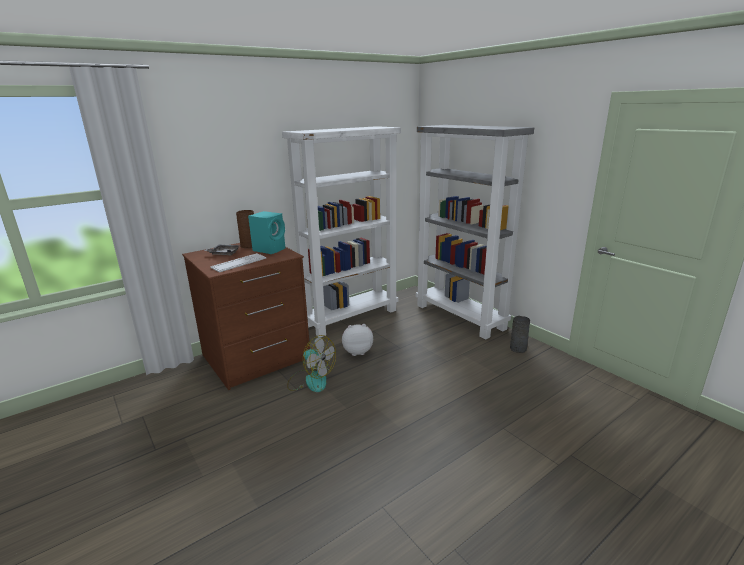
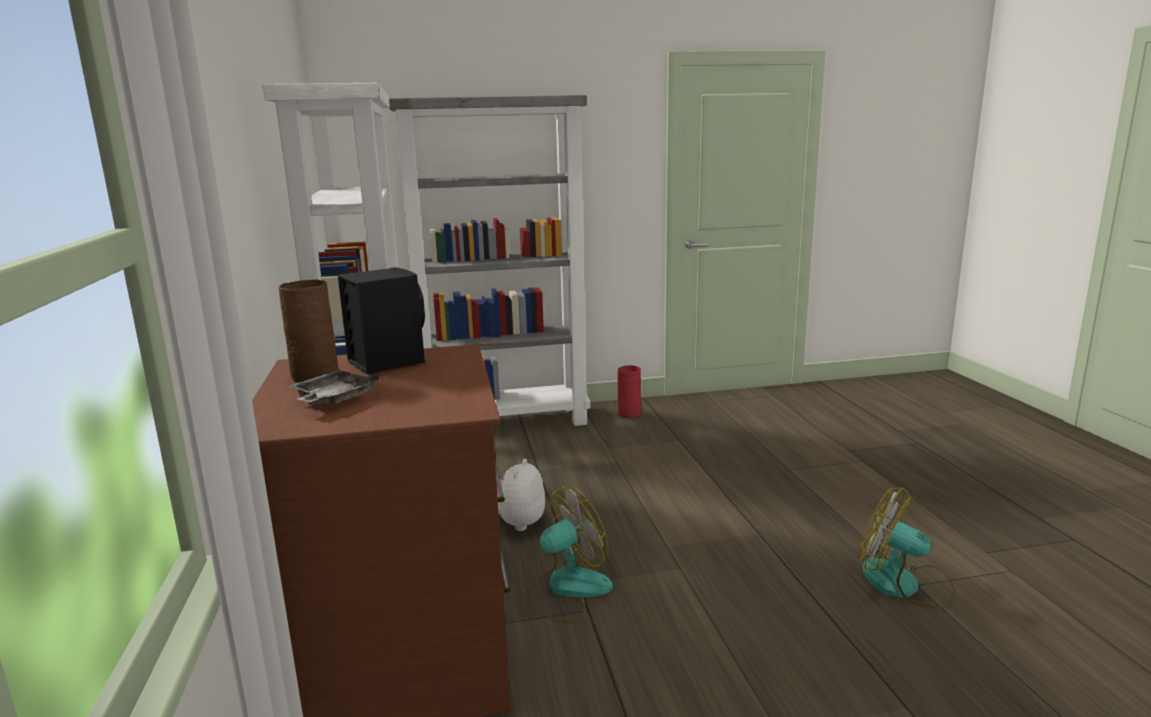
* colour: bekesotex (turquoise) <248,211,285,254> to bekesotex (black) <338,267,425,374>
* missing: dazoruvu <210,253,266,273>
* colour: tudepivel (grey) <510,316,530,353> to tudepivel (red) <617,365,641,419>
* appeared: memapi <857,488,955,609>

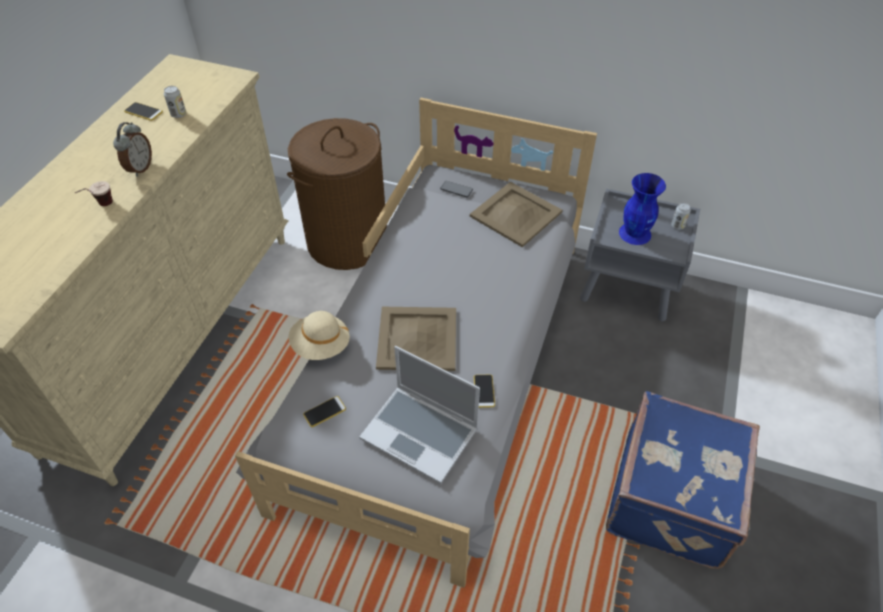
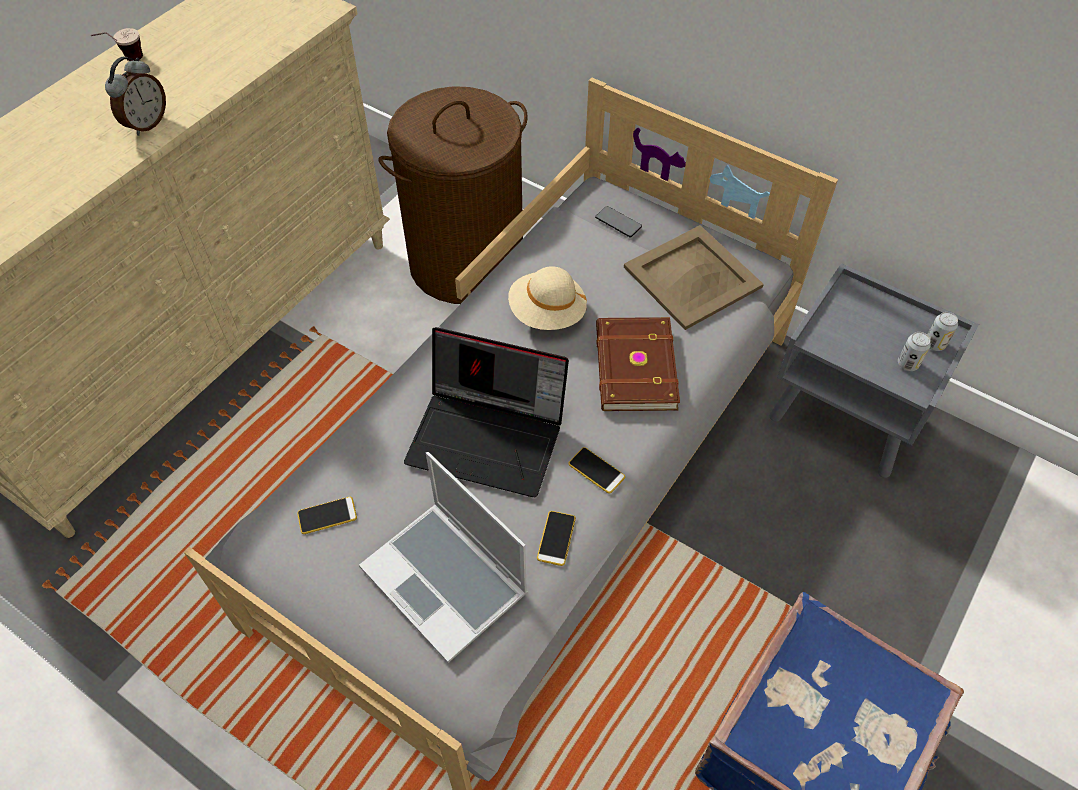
* relocated: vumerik <164,86,186,118> to <898,332,931,371>
* relocated: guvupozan <124,102,163,121> to <568,447,625,494>
* missing: tudepivel (blue) <619,173,666,245>
* relocated: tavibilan <75,181,113,206> to <91,28,143,61>
* exchanged: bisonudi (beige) <376,307,456,371> to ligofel <404,327,569,497>
* relocated: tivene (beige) <289,311,350,360> to <508,266,587,330>
* appeared: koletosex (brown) <596,317,680,411>

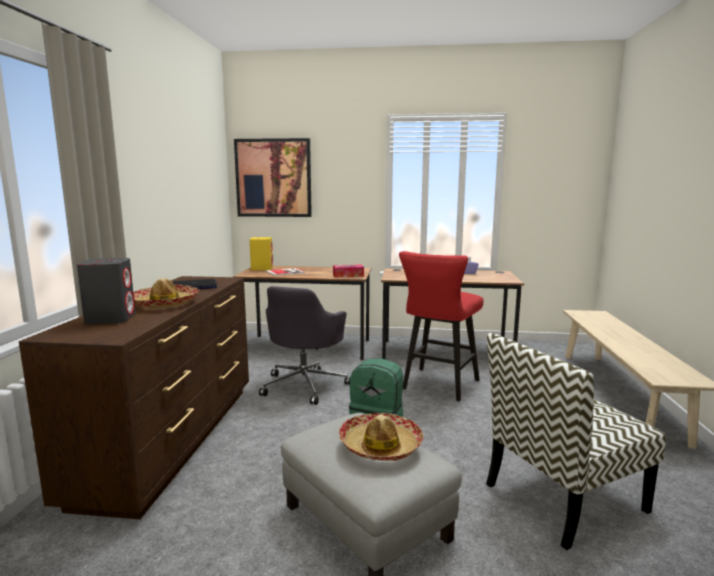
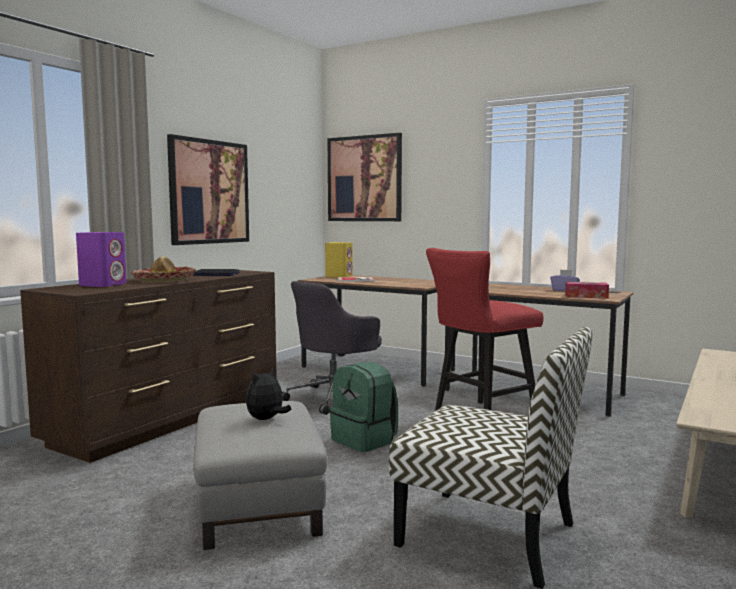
* colour: bekesotex (grey) <77,258,136,324> to bekesotex (purple) <76,232,127,287>
* relocated: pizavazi <333,264,364,278> to <565,282,609,299>
* spun: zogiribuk <486,333,666,550> = <389,327,593,589> 150 degrees counterclockwise
* exchanged: tivene <339,413,423,461> to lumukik <246,367,291,420>
* appeared: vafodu <167,134,249,245>

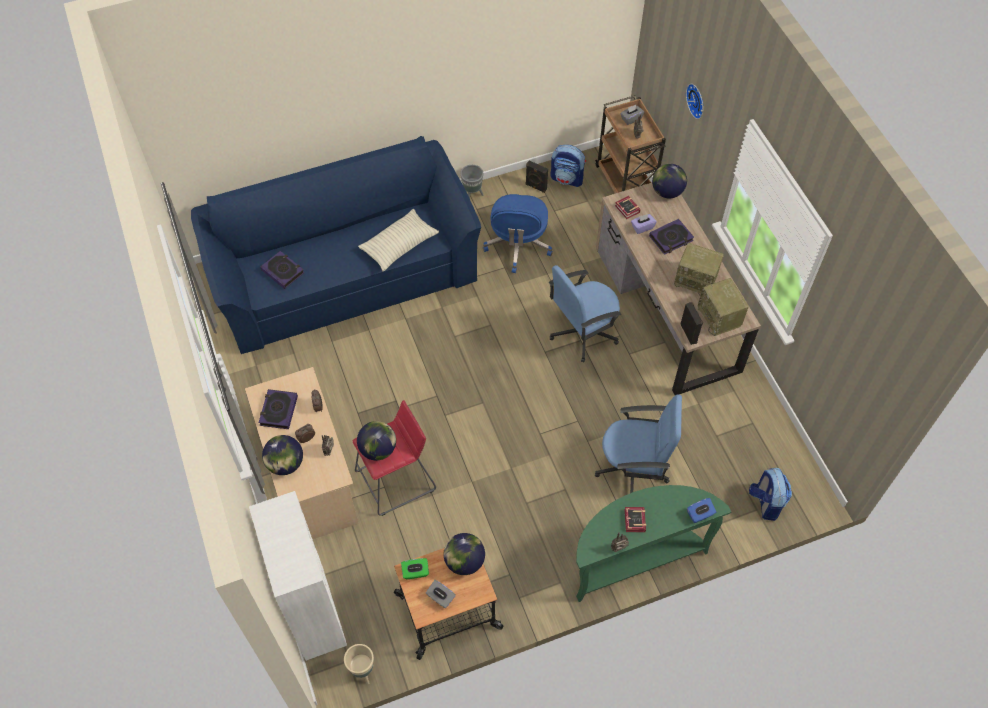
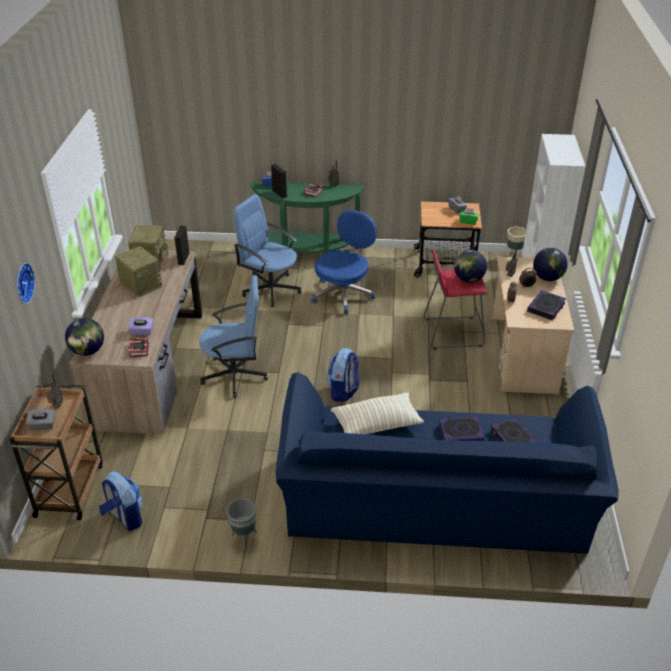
* relocated: bekesotex (black) <525,160,548,193> to <271,164,287,198>
* relocated: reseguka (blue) <483,194,553,273> to <312,210,377,314>
* relocated: koletosex <649,219,694,255> to <439,416,485,441>
* relocated: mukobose <749,468,792,521> to <327,348,359,402>
* missing: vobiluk <444,533,485,575>

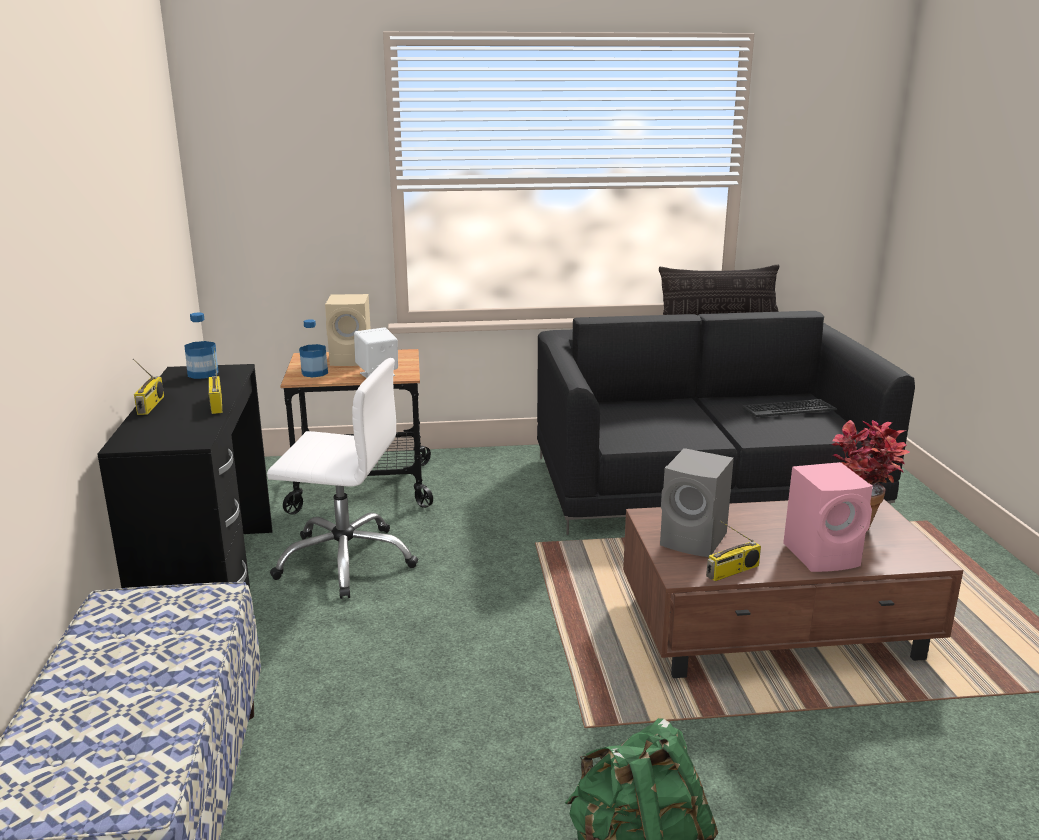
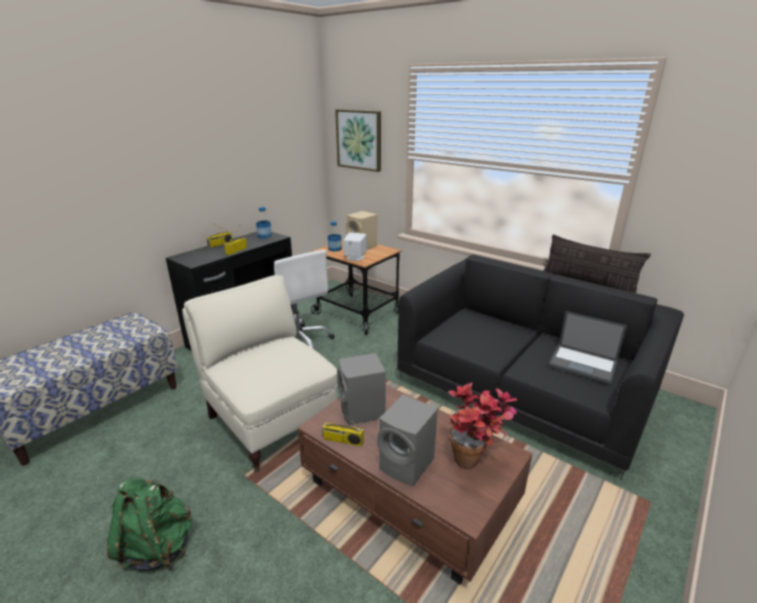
* exchanged: dazoruvu <742,399,837,417> to ligofel <548,311,627,384>
* colour: bekesotex (pink) <783,462,873,572> to bekesotex (grey) <377,395,438,486>
* appeared: vafodu <335,109,381,172>
* appeared: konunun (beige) <182,275,338,472>

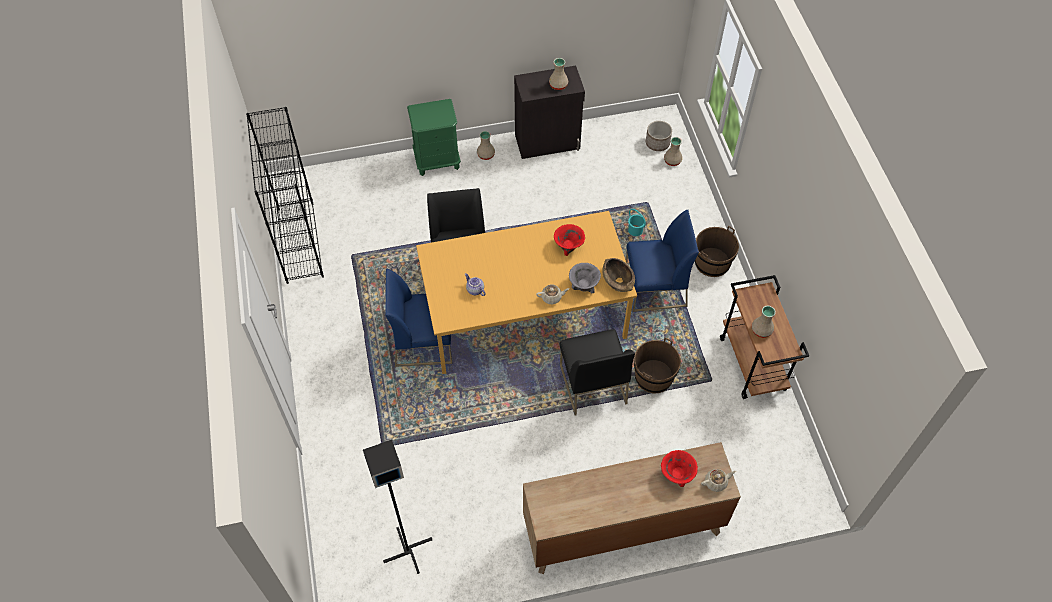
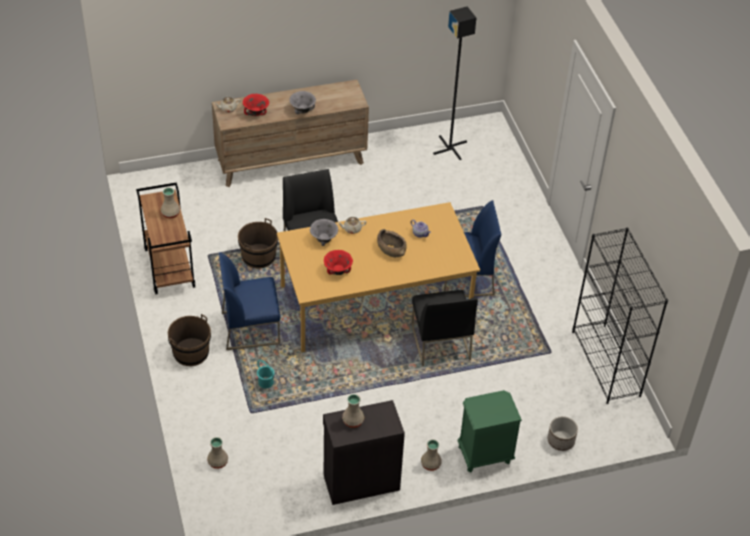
* relocated: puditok <646,121,672,151> to <548,416,578,451>
* relocated: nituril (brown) <602,258,635,292> to <377,229,407,257>
* appeared: nituril (grey) <289,91,316,114>

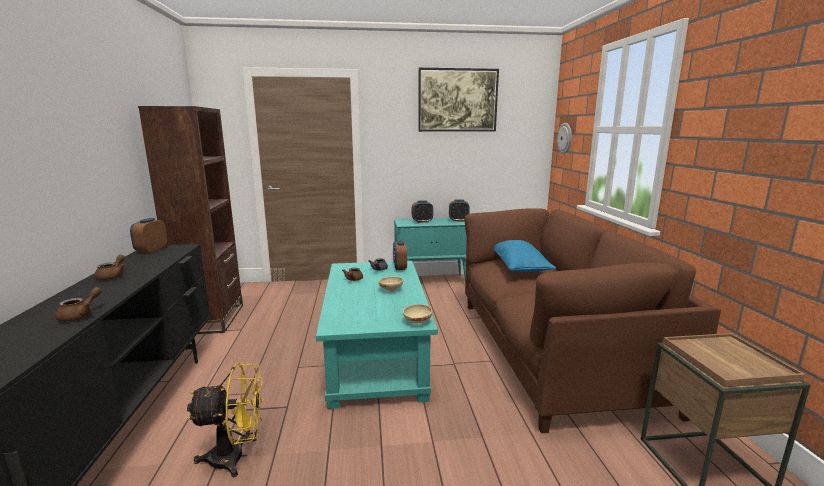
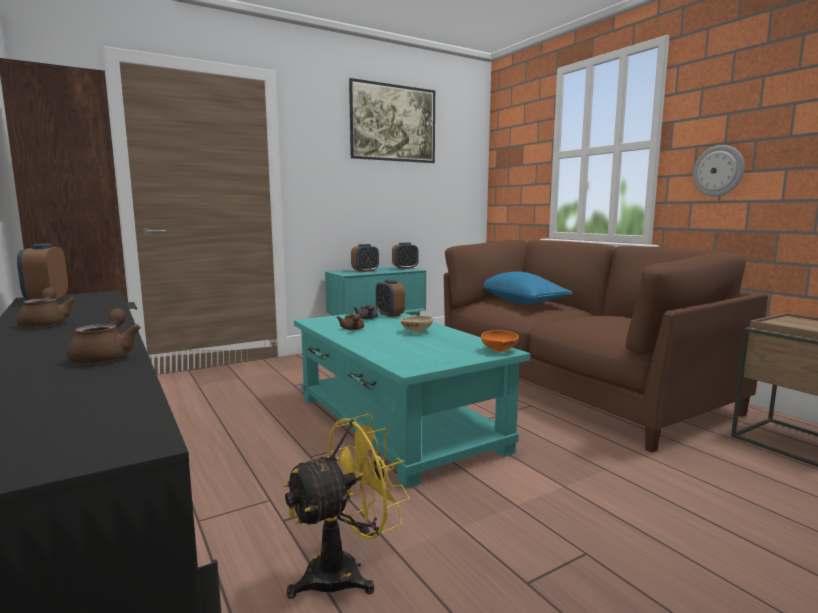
* relocated: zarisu <557,123,572,154> to <693,145,745,197>
* colour: nituril (beige) <403,304,432,324> to nituril (orange) <481,330,519,352>

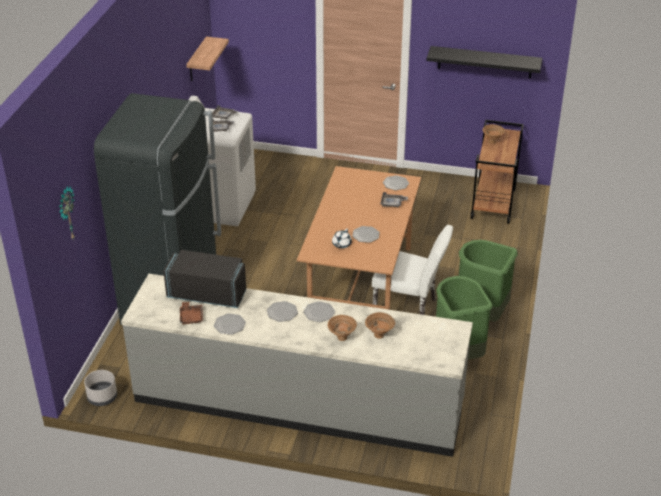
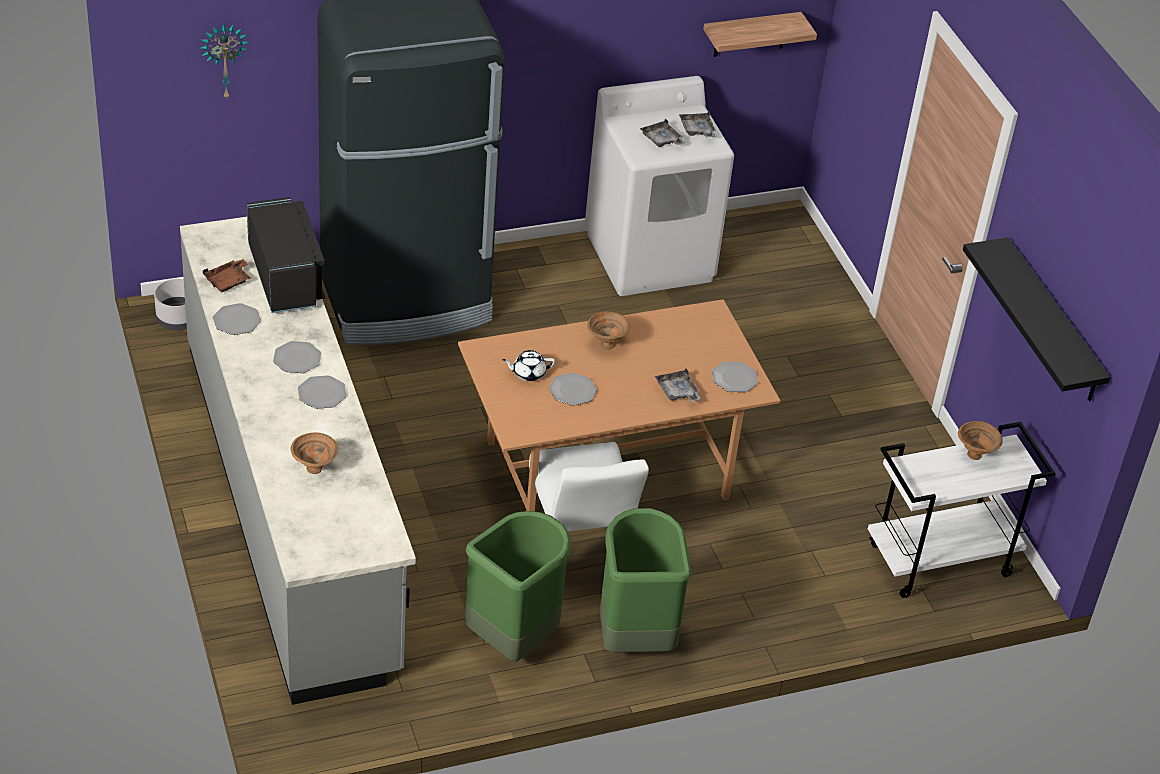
* colour: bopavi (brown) <471,120,524,224> to bopavi (white) <868,422,1056,598>
* relocated: nituril (brown) <328,315,357,341> to <587,312,630,350>

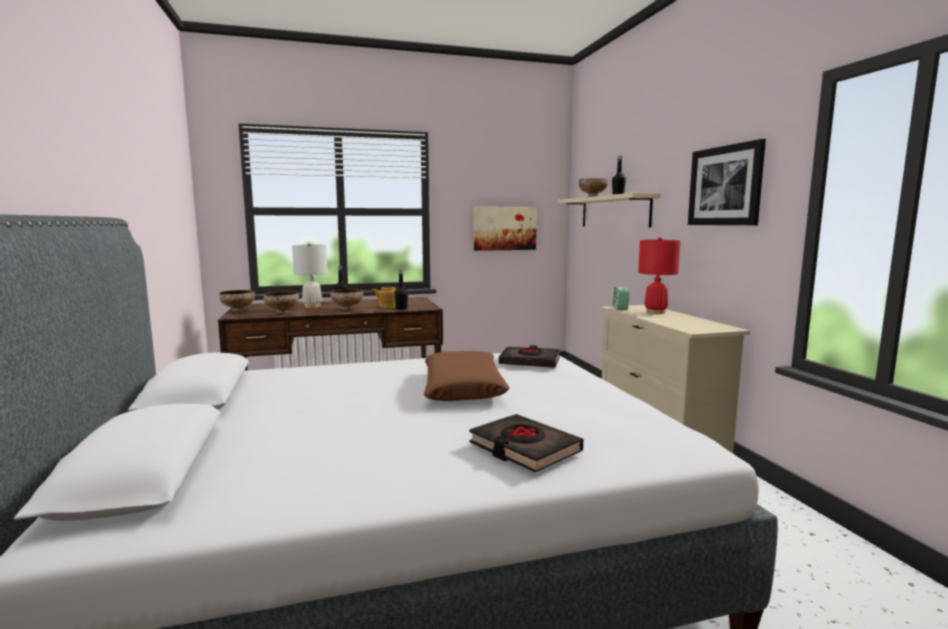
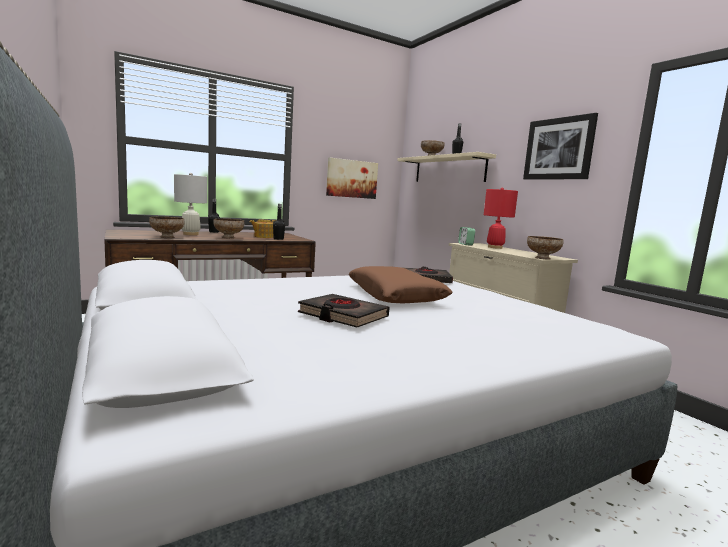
* relocated: nituril <219,290,255,313> to <527,236,564,259>
* relocated: koletosex (black) <469,414,583,472> to <298,294,390,327>

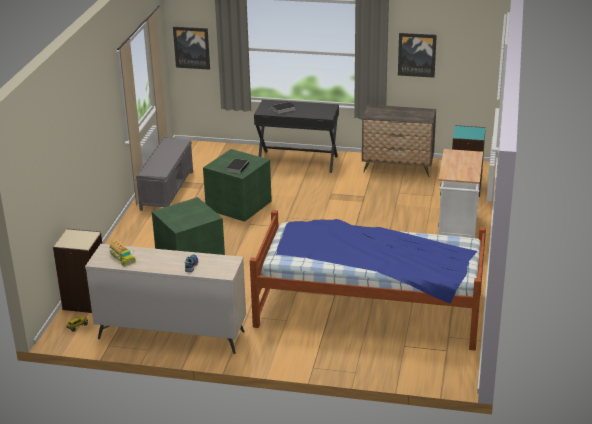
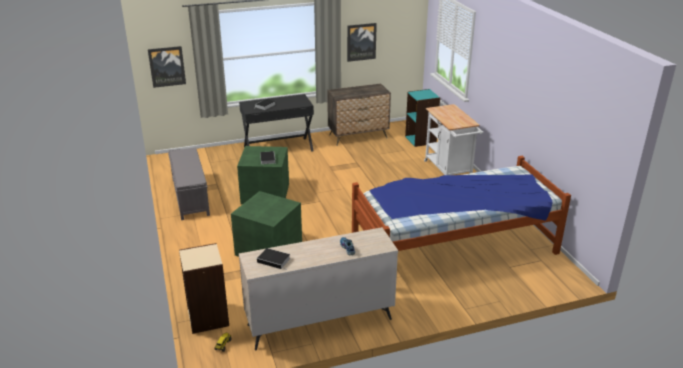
* exchanged: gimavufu <109,240,136,266> to koletosex <257,248,290,269>

